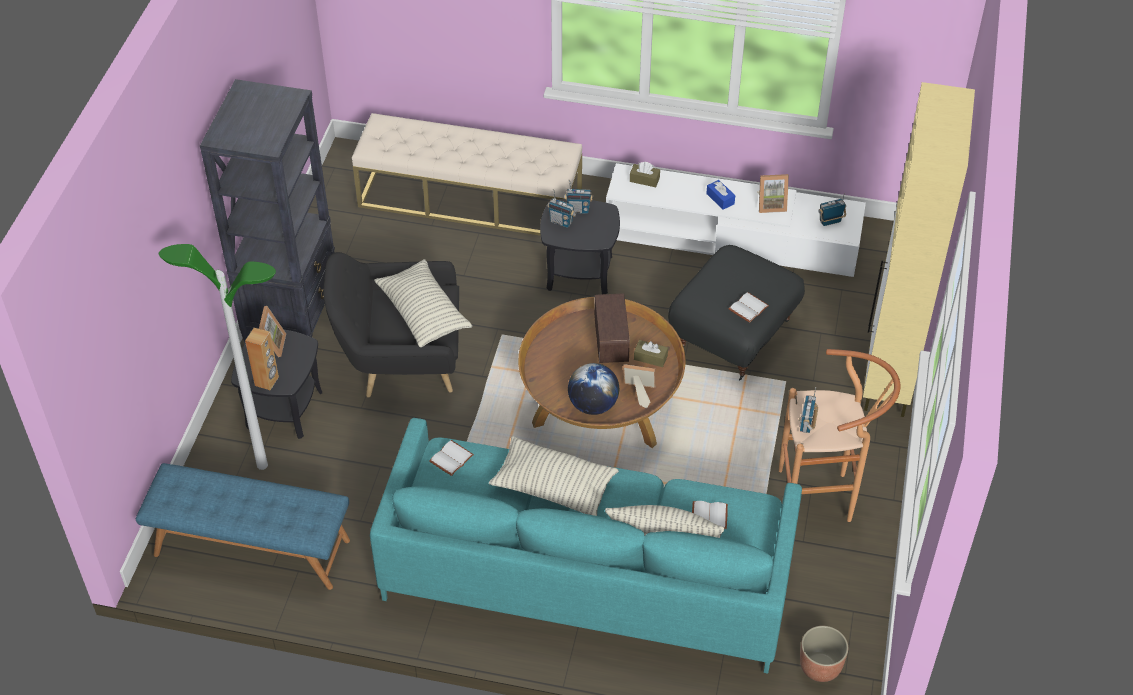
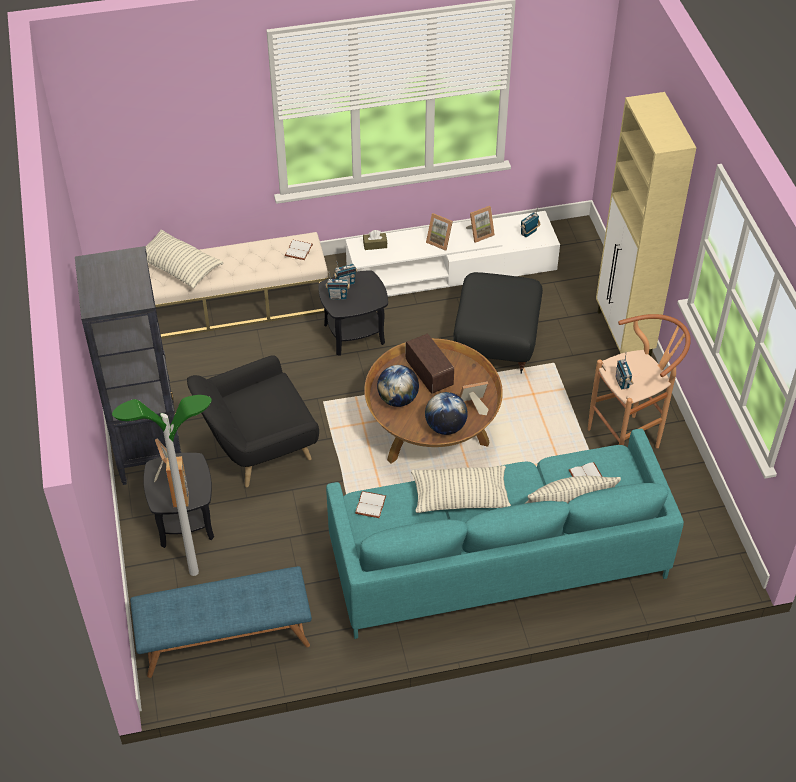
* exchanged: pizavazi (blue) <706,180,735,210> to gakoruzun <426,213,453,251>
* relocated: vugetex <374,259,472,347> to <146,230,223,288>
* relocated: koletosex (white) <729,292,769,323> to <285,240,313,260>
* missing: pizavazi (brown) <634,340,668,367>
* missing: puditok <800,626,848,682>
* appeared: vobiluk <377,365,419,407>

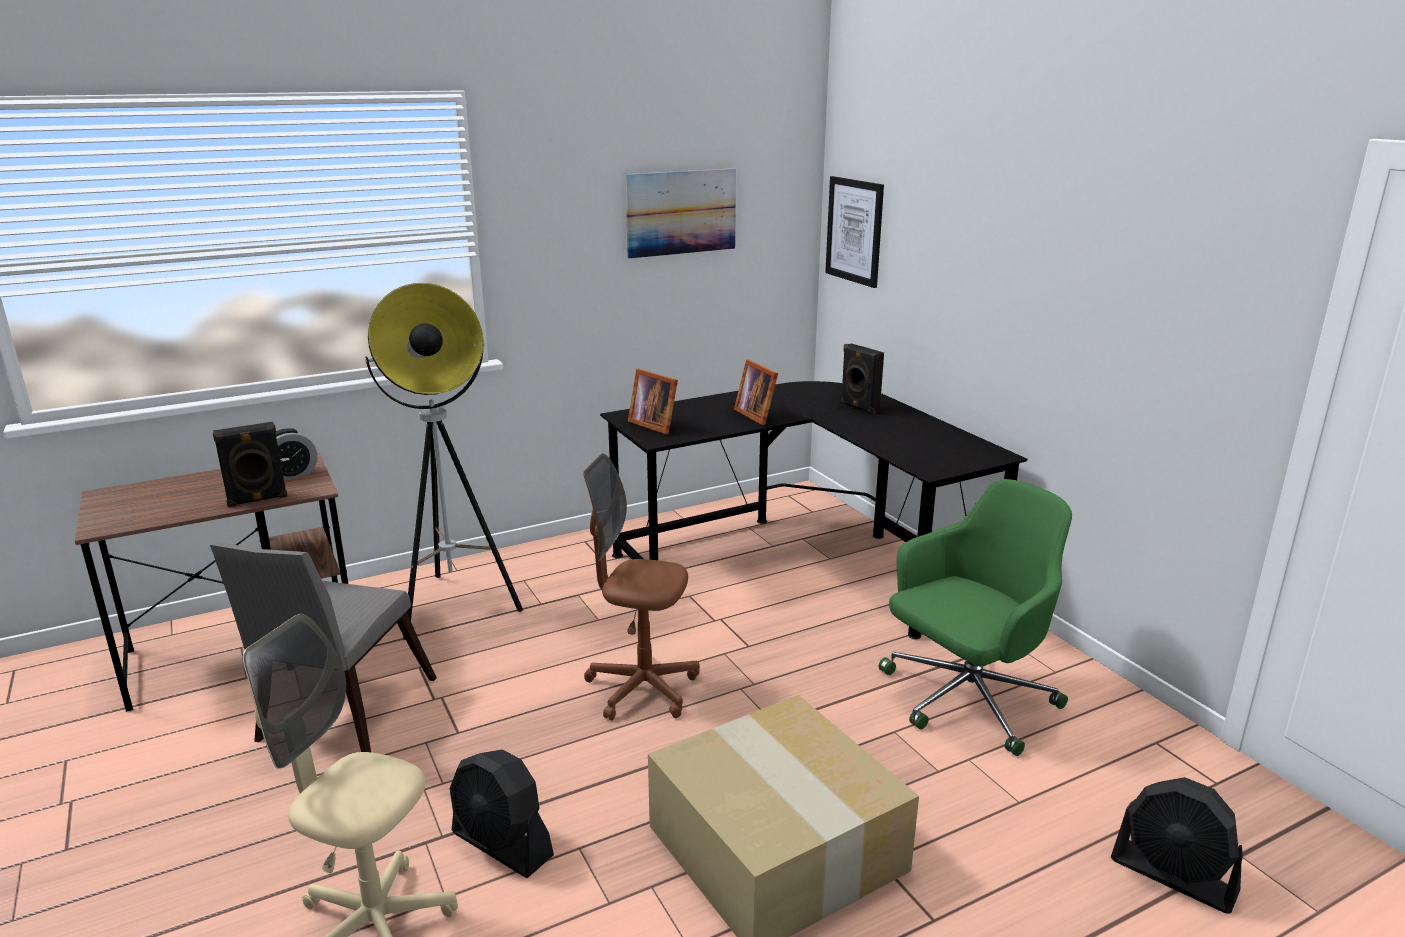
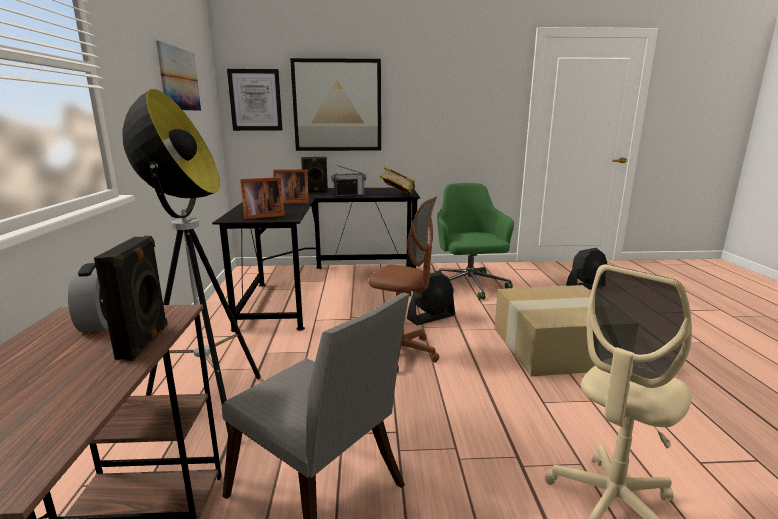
* spun: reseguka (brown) <583,454,700,720> = <368,197,439,373> 105 degrees counterclockwise
* relocated: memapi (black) <450,749,554,878> to <407,272,455,325>
* appeared: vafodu <290,58,381,151>
* appeared: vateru <331,166,366,196>
* appeared: koletosex <380,166,415,195>

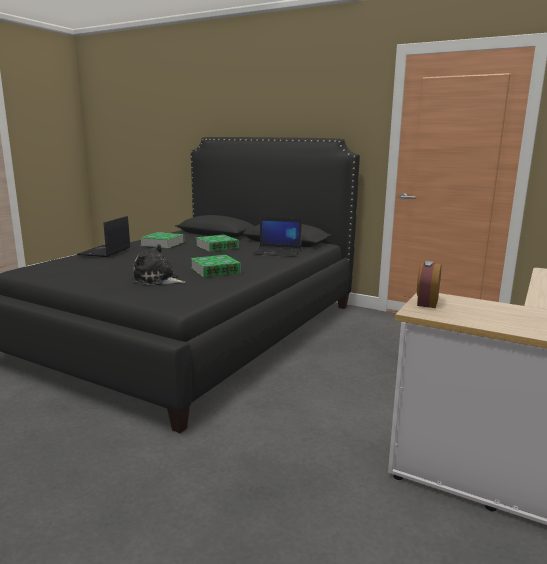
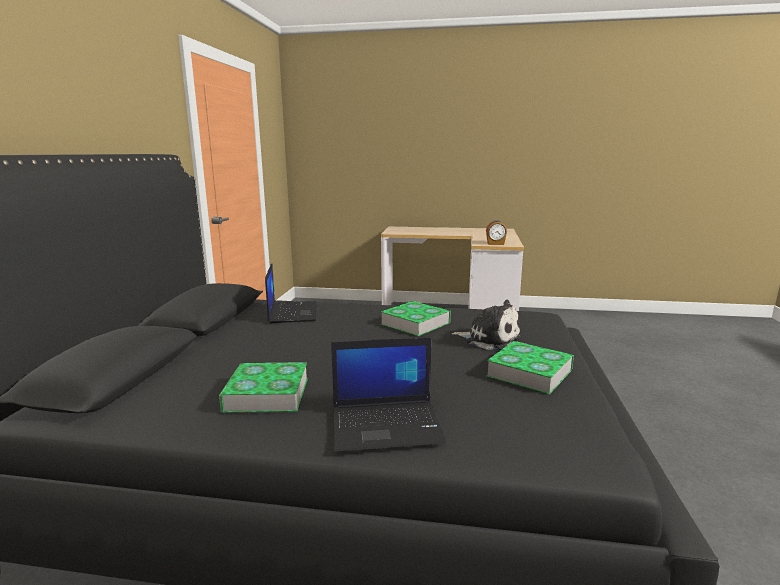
* relocated: koletosex <196,235,239,252> to <486,341,574,395>
* spun: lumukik <132,244,186,285> = <452,300,521,350> 60 degrees counterclockwise

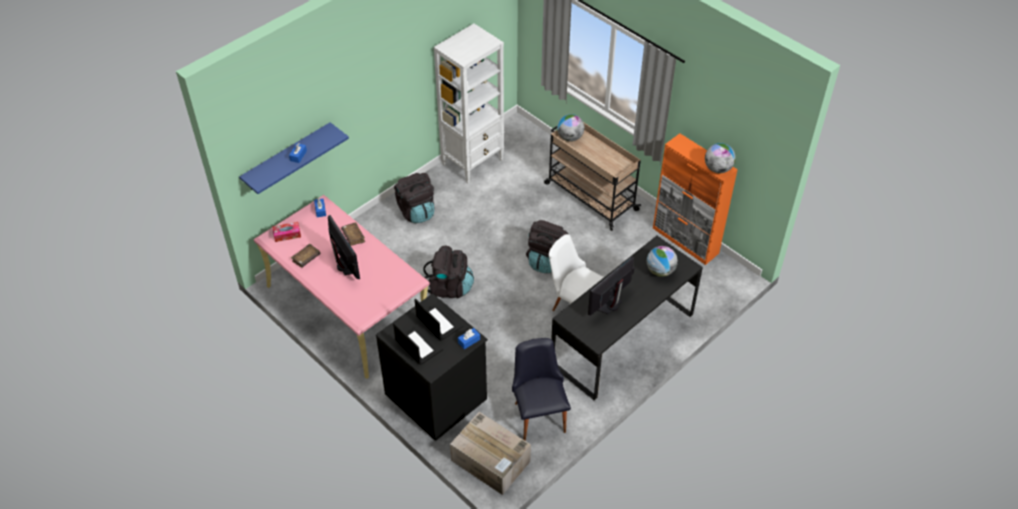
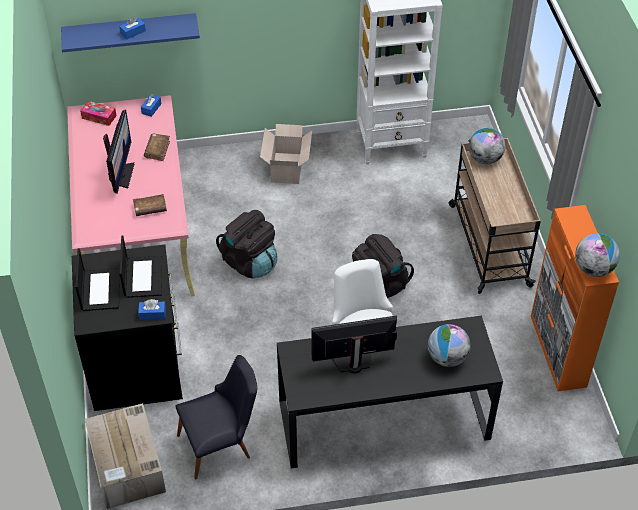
* exchanged: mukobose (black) <394,173,435,223> to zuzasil <260,124,312,184>
* relocated: koletosex (brown) <291,244,321,268> to <133,194,167,216>
* spun: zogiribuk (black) <512,338,571,441> = <175,355,257,480> 45 degrees clockwise

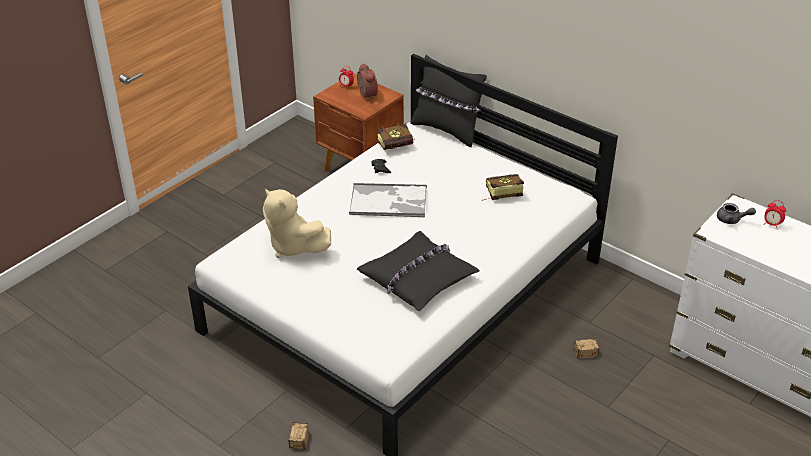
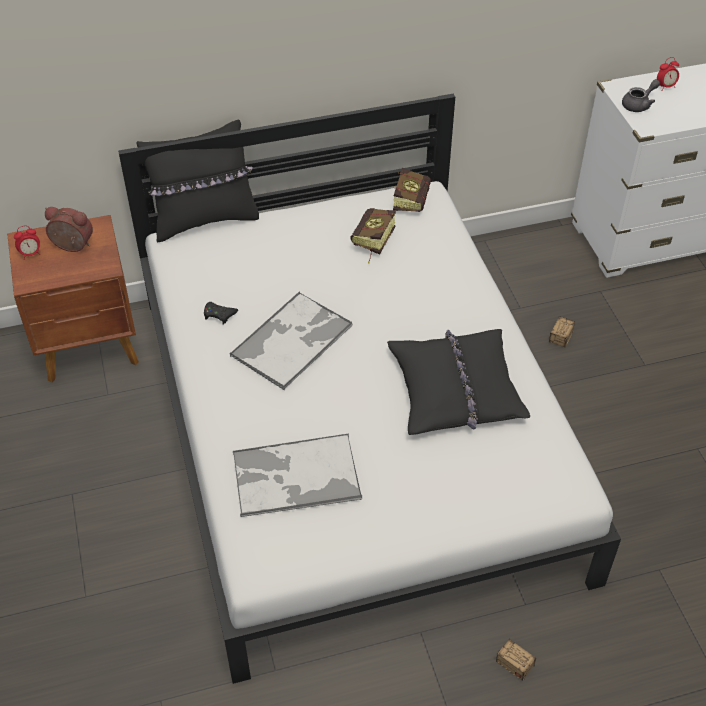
* relocated: koletosex <377,123,415,150> to <393,168,431,212>
* exchanged: lumukik (beige) <263,188,331,258> to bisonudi <233,434,362,517>

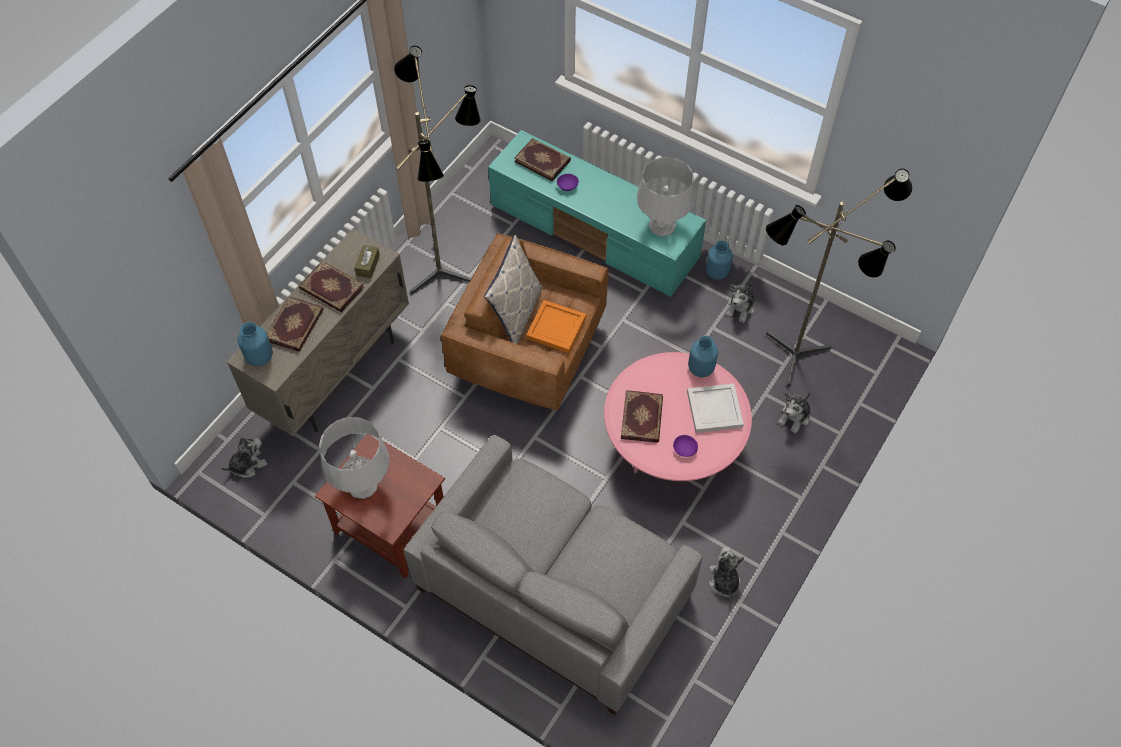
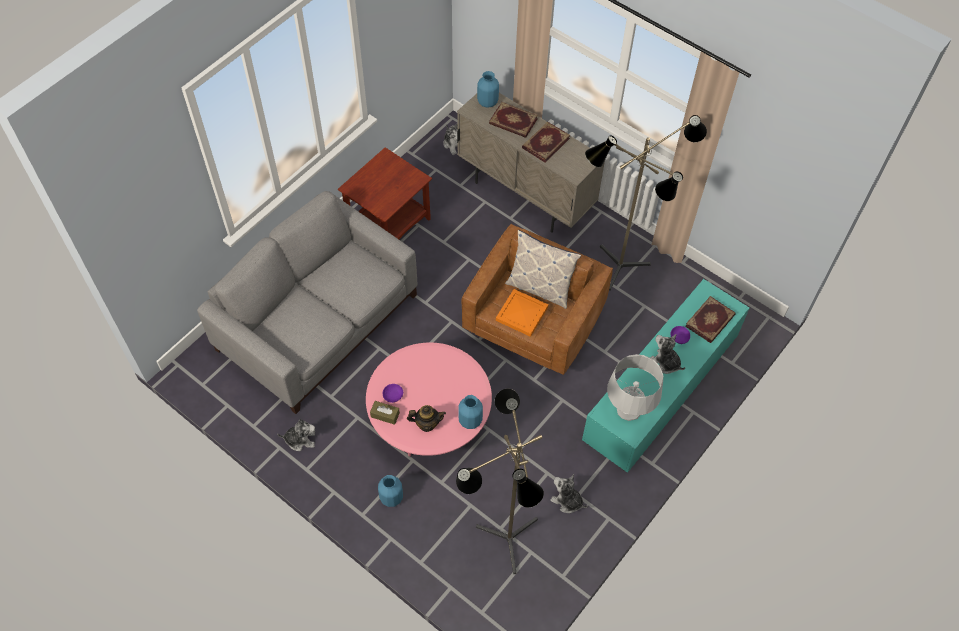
* relocated: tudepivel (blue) <706,241,733,280> to <378,475,403,507>
* relocated: pizavazi (brown) <355,245,380,278> to <370,401,400,425>
* exchanged: bisonudi (white) <687,384,744,433> to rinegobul <407,405,446,432>
* missing: koletosex <621,390,663,443>
* relocated: lumukik <778,392,810,434> to <650,334,685,374>
* missing: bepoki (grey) <319,417,389,499>

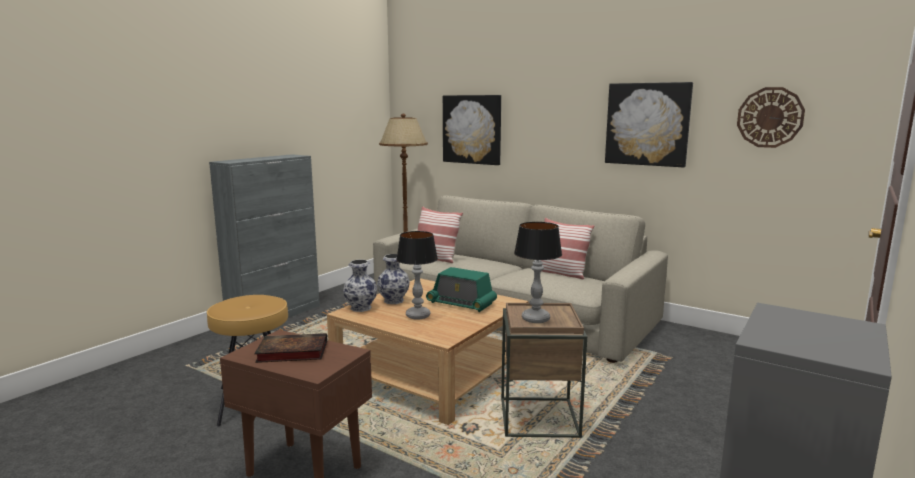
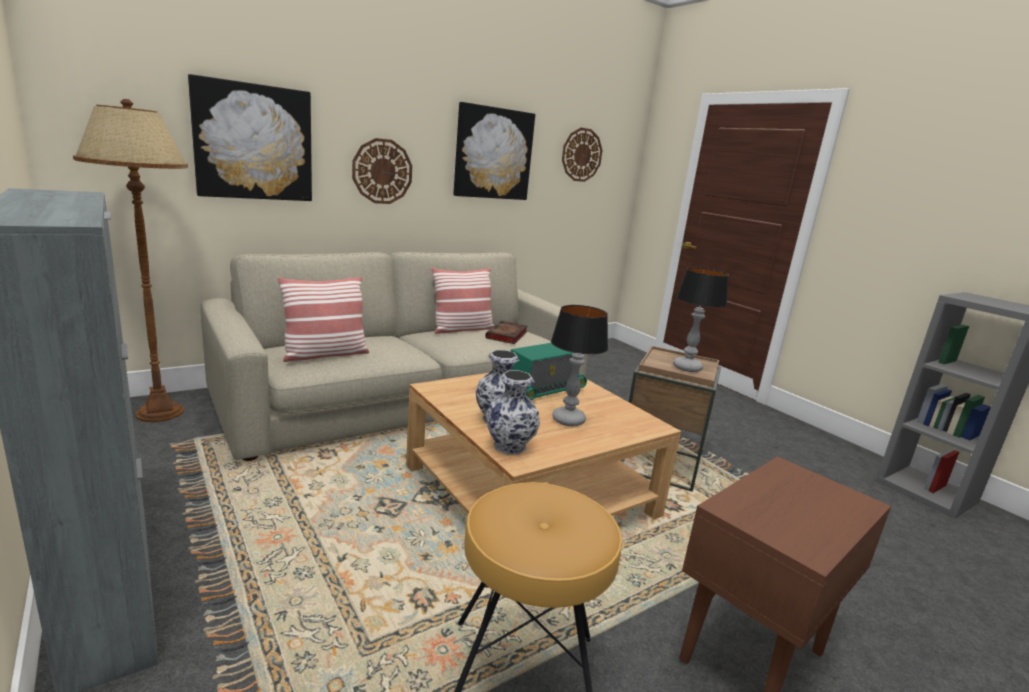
* relocated: koletosex <254,333,327,363> to <485,321,527,344>
* appeared: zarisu <352,138,412,204>

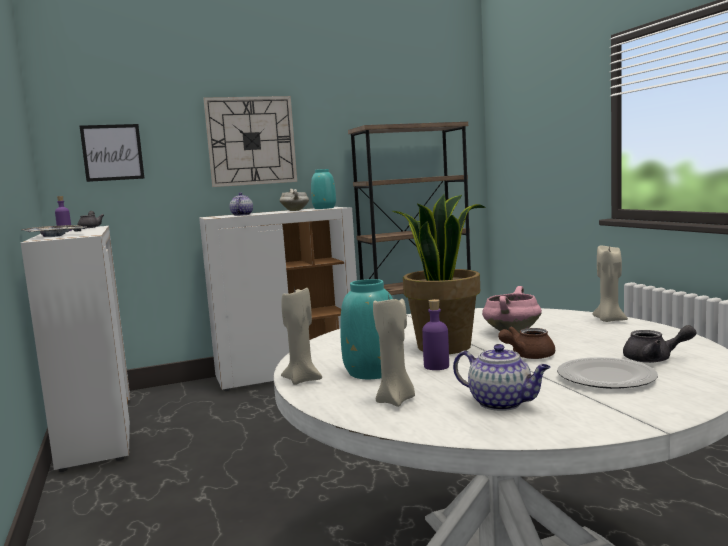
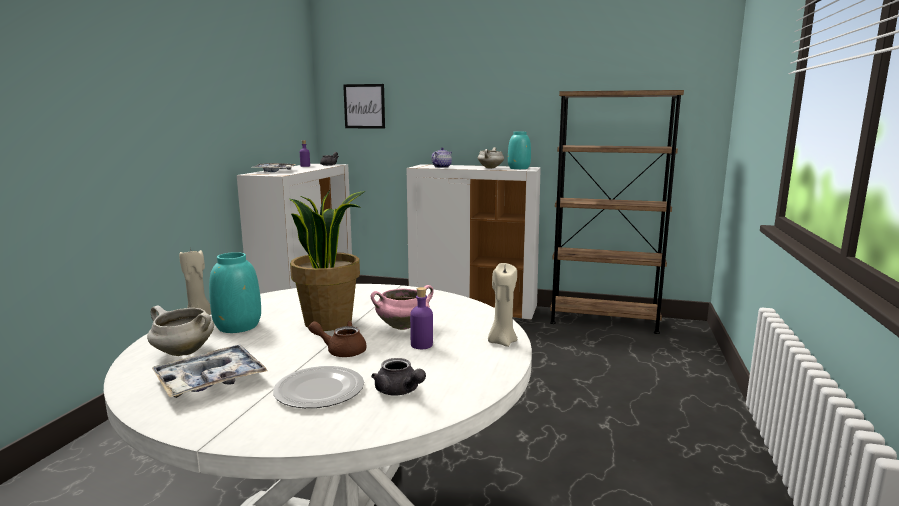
* missing: zarisu <203,96,297,187>
* exchanged: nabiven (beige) <373,296,415,407> to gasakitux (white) <147,305,214,356>
* relocated: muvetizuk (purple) <422,299,449,370> to <410,287,433,349>
* exchanged: rinegobul <453,344,550,411> to bisonudi <152,345,268,398>

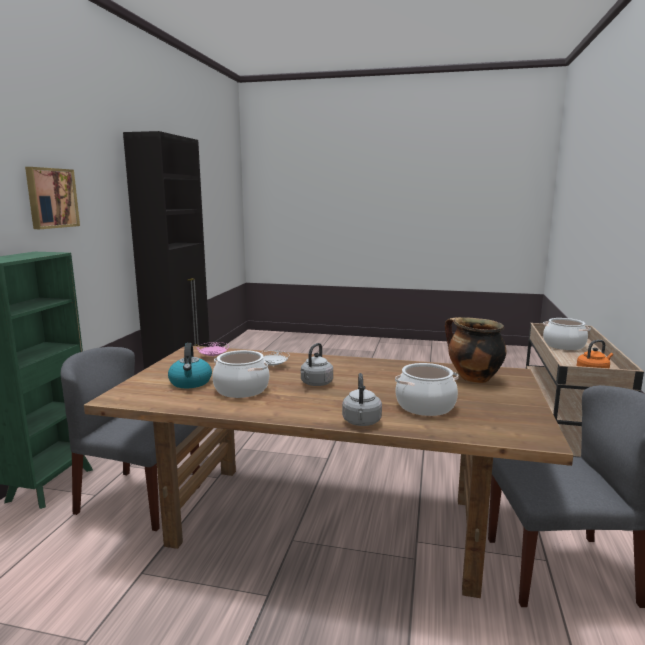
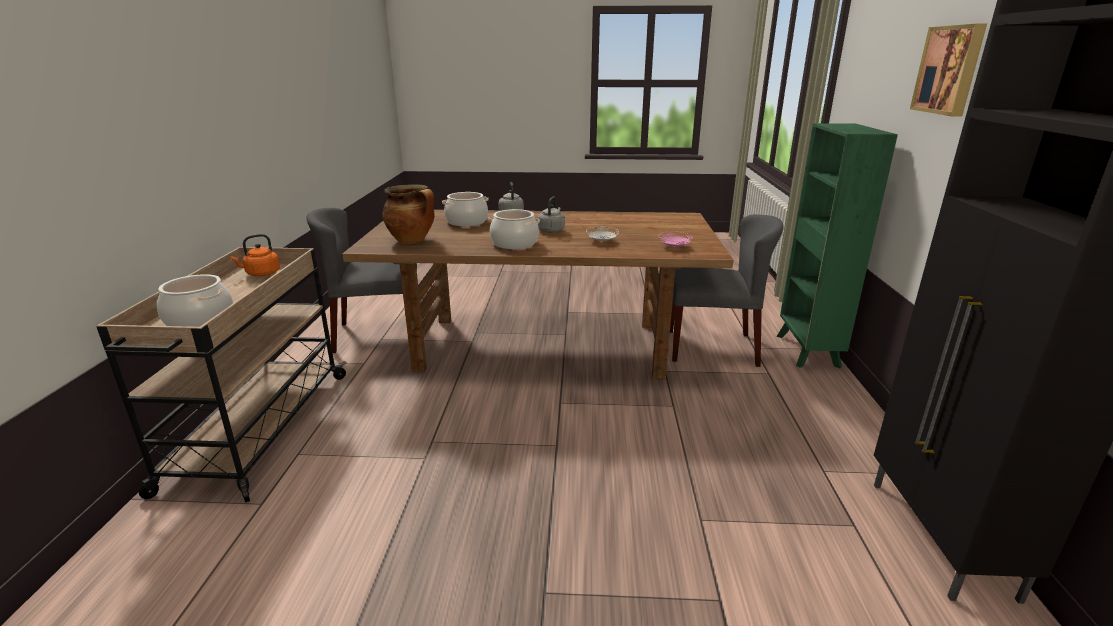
* missing: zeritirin <168,343,212,388>
* relocated: gasakitux <213,350,269,398> to <489,209,540,249>

